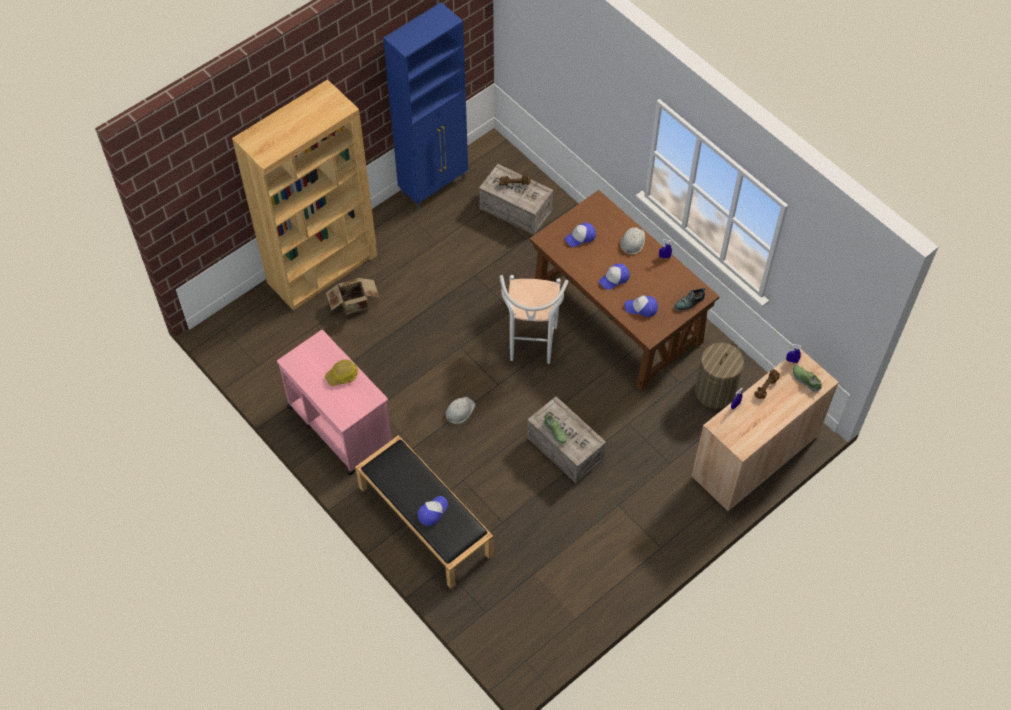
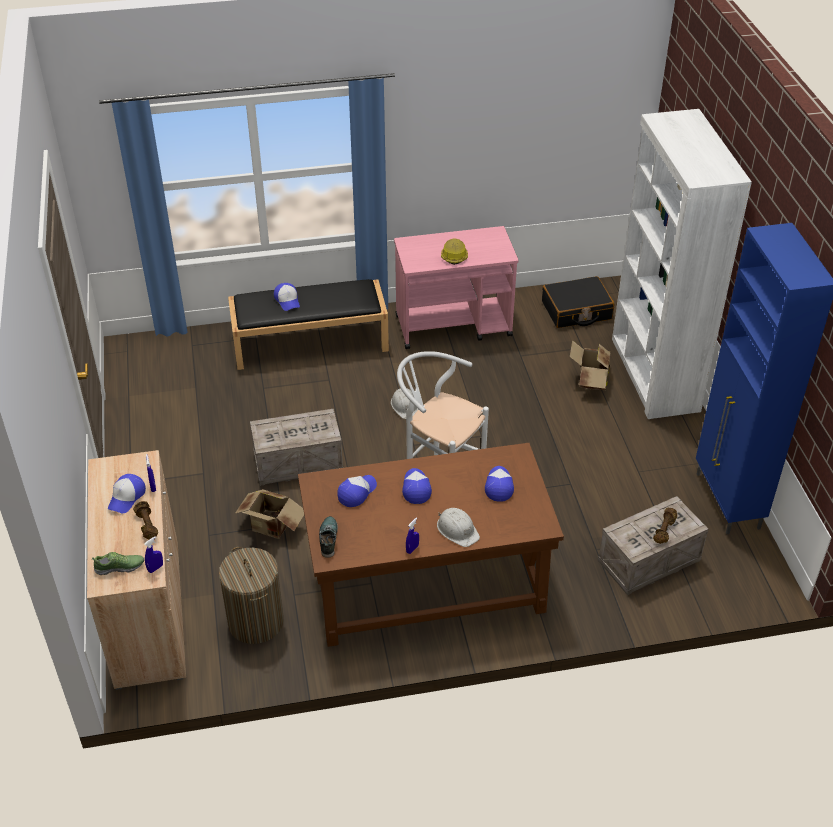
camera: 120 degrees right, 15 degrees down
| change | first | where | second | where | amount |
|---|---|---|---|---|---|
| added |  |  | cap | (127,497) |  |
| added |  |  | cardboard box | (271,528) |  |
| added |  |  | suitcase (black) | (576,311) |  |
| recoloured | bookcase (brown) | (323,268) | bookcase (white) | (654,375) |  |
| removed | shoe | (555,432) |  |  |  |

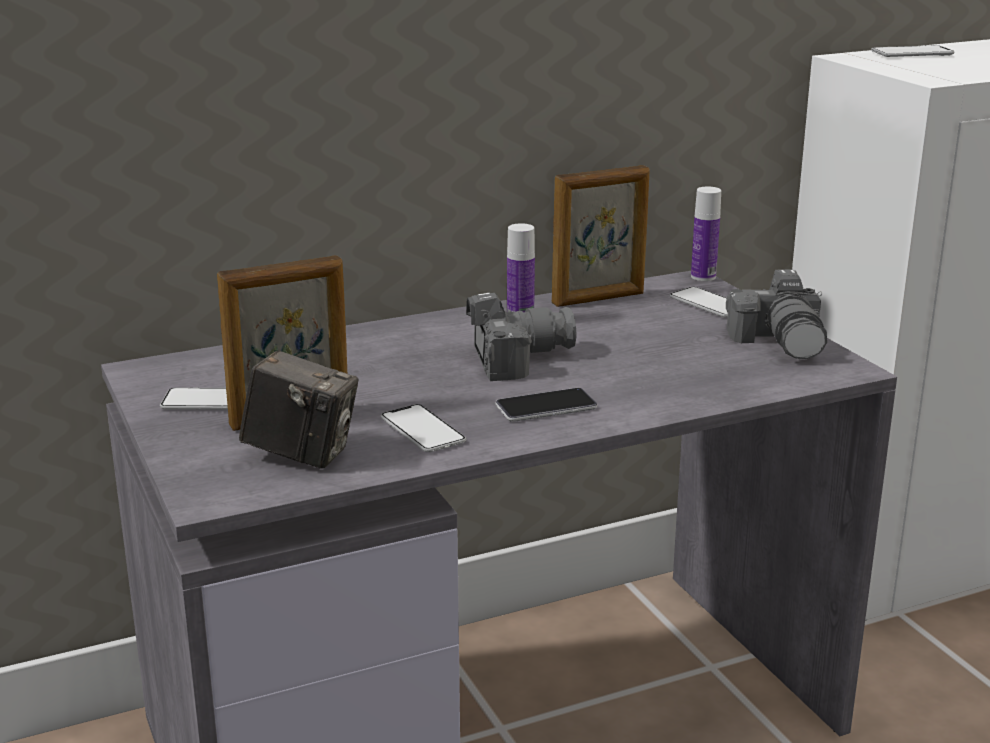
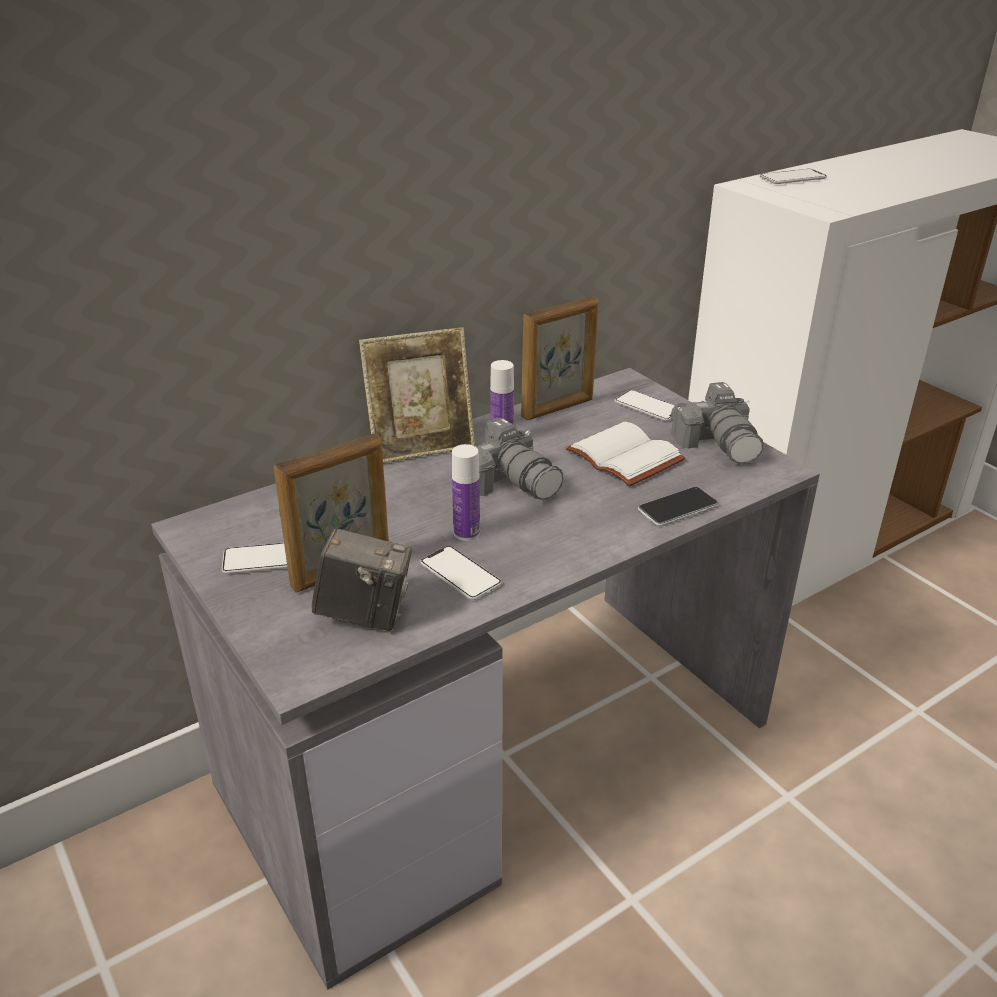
camera: 10 degrees left, 10 degrees up
| change | first | where | second | where | amount |
|---|---|---|---|---|---|
| added |  |  | picture frame | (421,447) |  |
| moved | bottle | (703,277) |  | (466,533) |  |
| turned | photo camera | (515,358) |  | (511,482) | 75 degrees clockwise |
| added |  |  | book (white) | (621,457) |  |
| moved | phone | (546,407) |  | (678,508) |  |

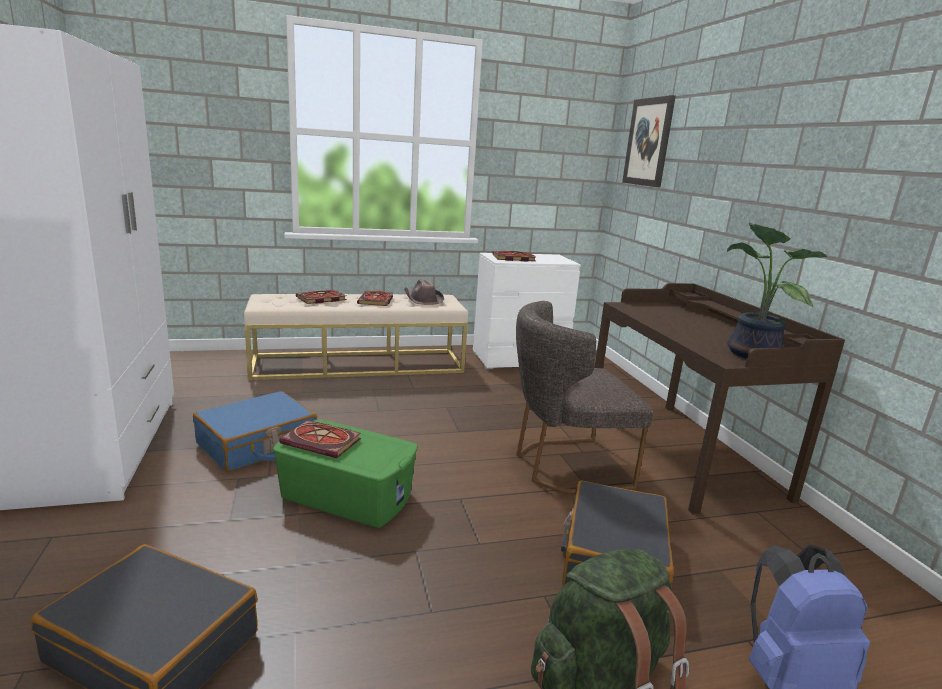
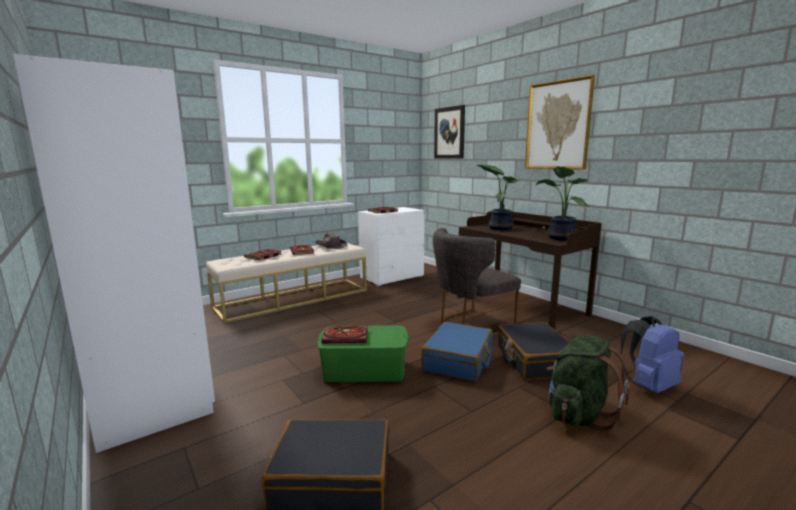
camera: 20 degrees left, 5 degrees down
| change | first | where | second | where | amount |
|---|---|---|---|---|---|
| moved | suitcase (blue) | (258,444) |  | (458,361) |  |
| added |  |  | potted plant | (500,228) |  |
| added |  |  | picture | (558,125) |  |

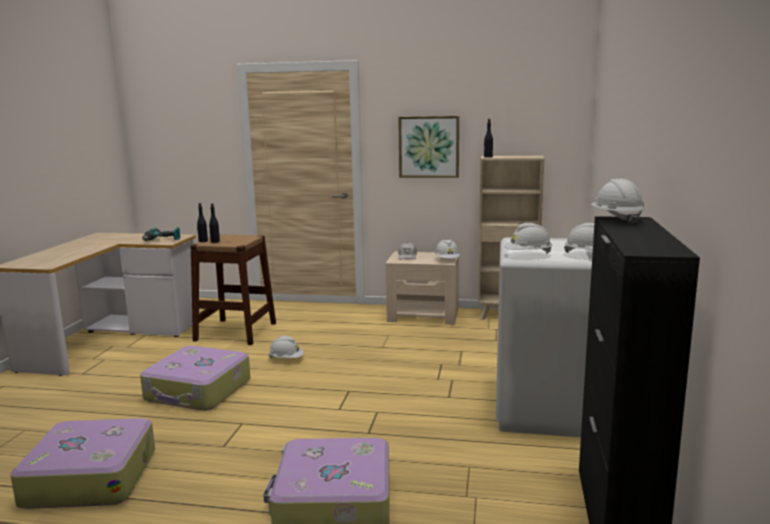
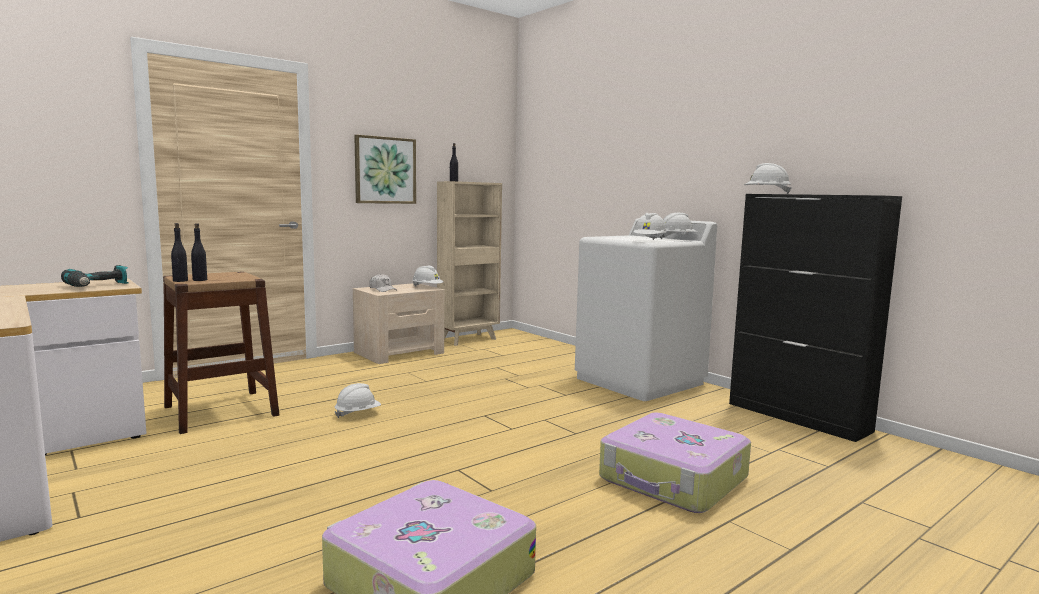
camera: 50 degrees left, 5 degrees down
| change | first | where | second | where | amount |
|---|---|---|---|---|---|
| removed | suitcase | (198,391) |  |  |  |

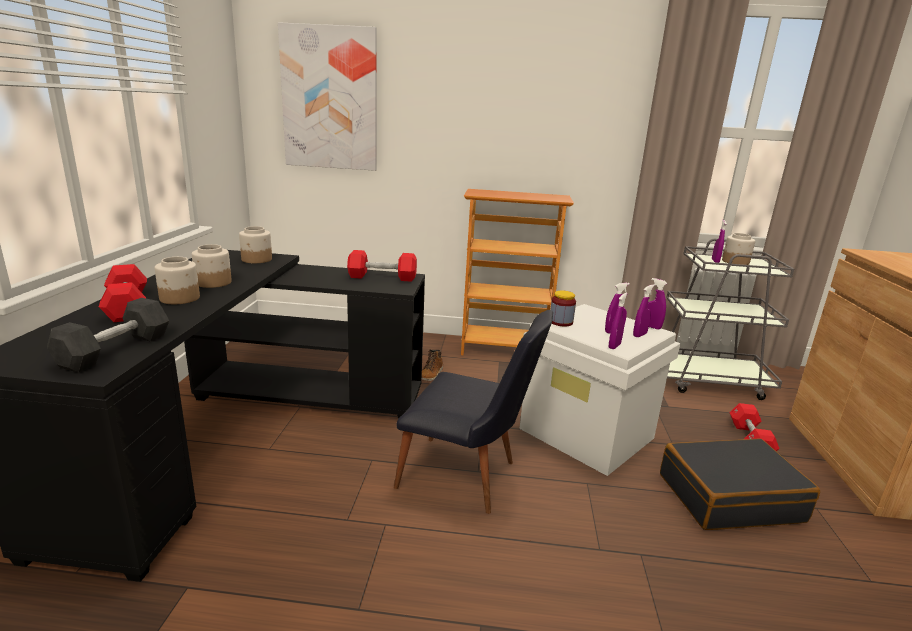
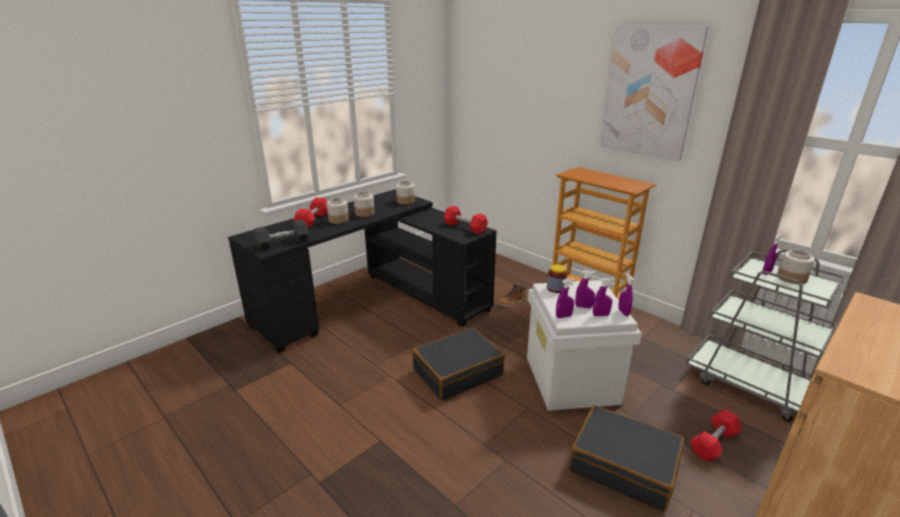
camera: 40 degrees right, 5 degrees up
| change | first | where | second | where | amount |
|---|---|---|---|---|---|
| replaced | chair (black) | (468,478) | suitcase (black) | (457,372) |  |
| moved | picture | (330,99) |  | (649,92) |  |

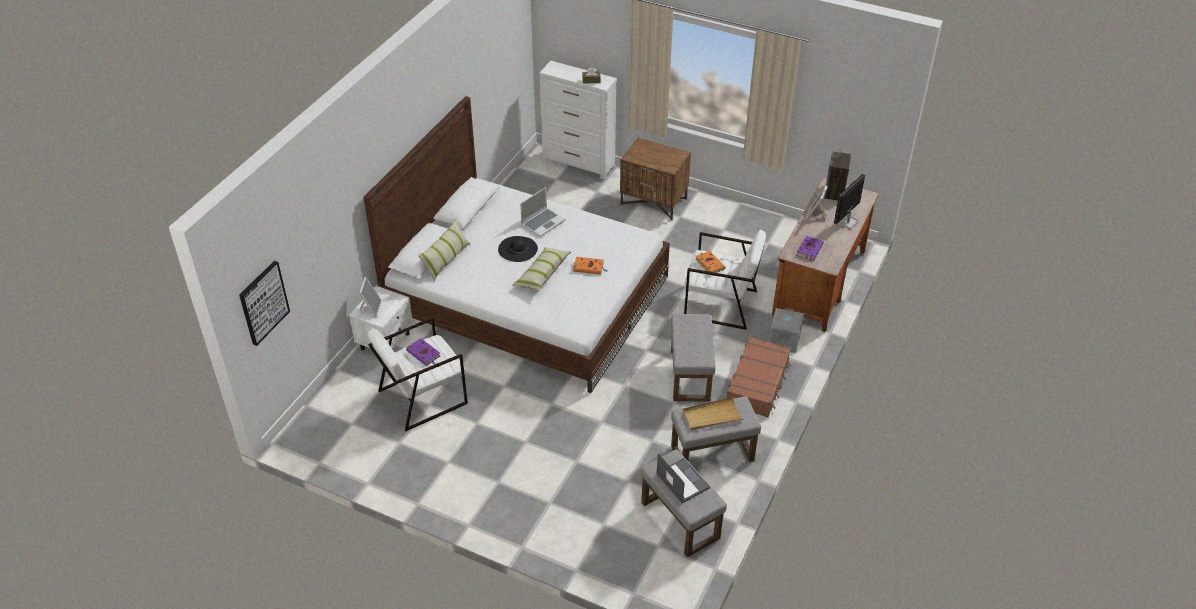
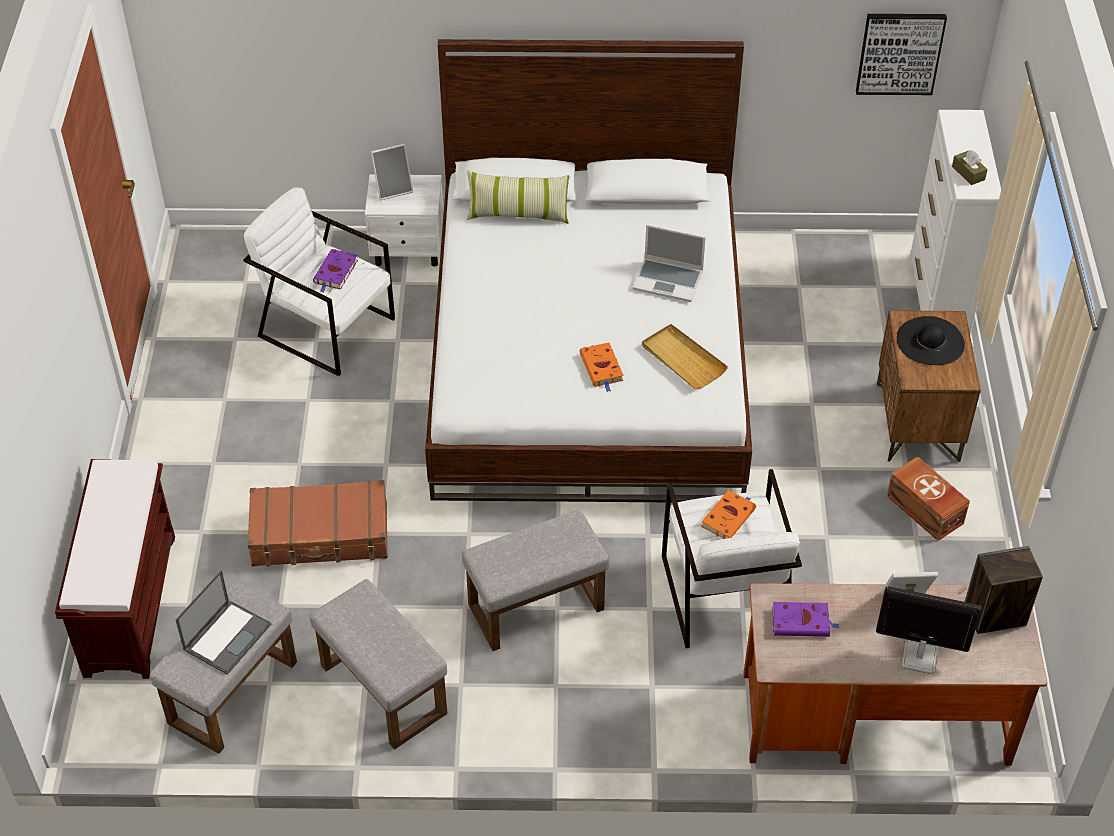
camera: 65 degrees right, 5 degrees up
| change | first | where | second | where | amount |
|---|---|---|---|---|---|
| added |  |  | bench (brown) | (130,603) |  |
| moved | suitcase (brown) | (758,383) |  | (320,535) |  |
| moved | tray (beige) | (711,416) |  | (682,359) |  |
| moved | picture | (263,302) |  | (900,53) |  |
| added |  |  | storage box (brown) | (925,511) |  |
| moved | hat (black) | (518,249) |  | (930,341) |  |
| removed | pillow | (542,274) |  |  |  |
| removed | storage box (grey) | (784,340) |  |  |  |

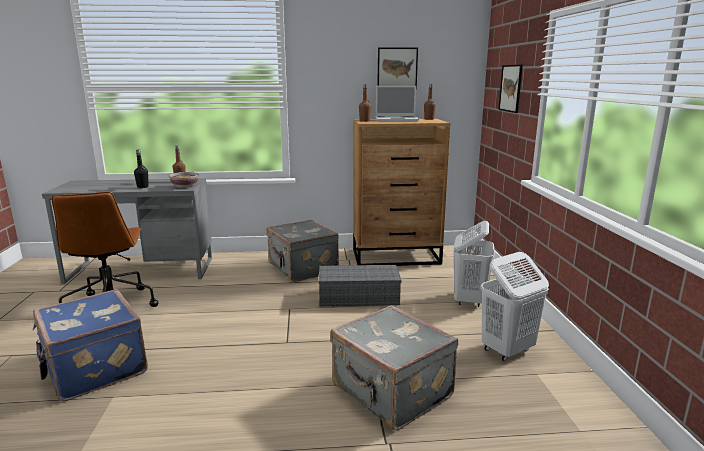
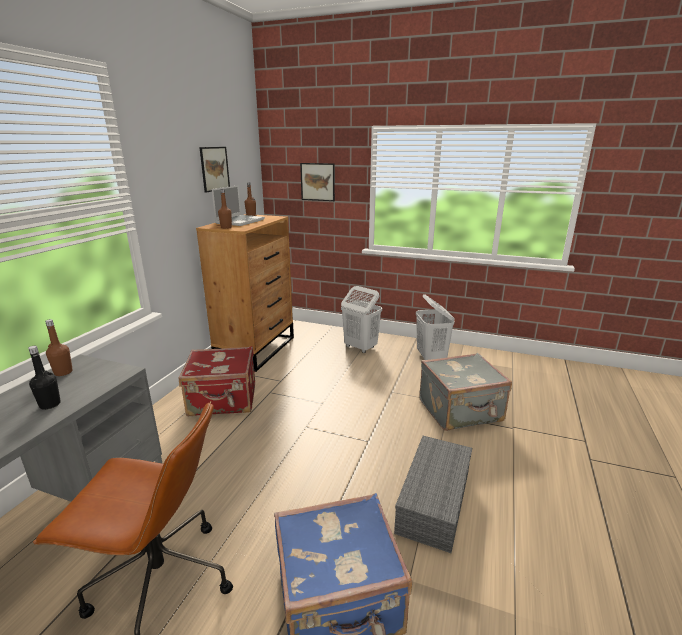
camera: 65 degrees left, 5 degrees up
| change | first | where | second | where | amount |
|---|---|---|---|---|---|
| recoloured | suitcase (grey) | (302,268) | suitcase (red) | (223,400) |  |
| moved | storage box (grey) | (360,296) |  | (433,500) |  |
| removed | bowl | (185,186) |  |  |  |

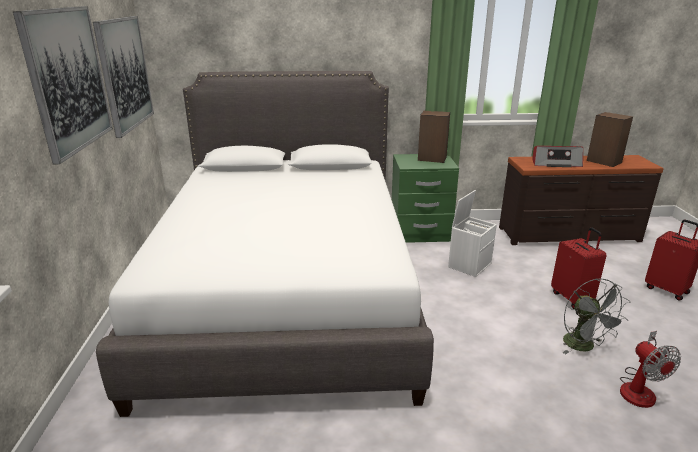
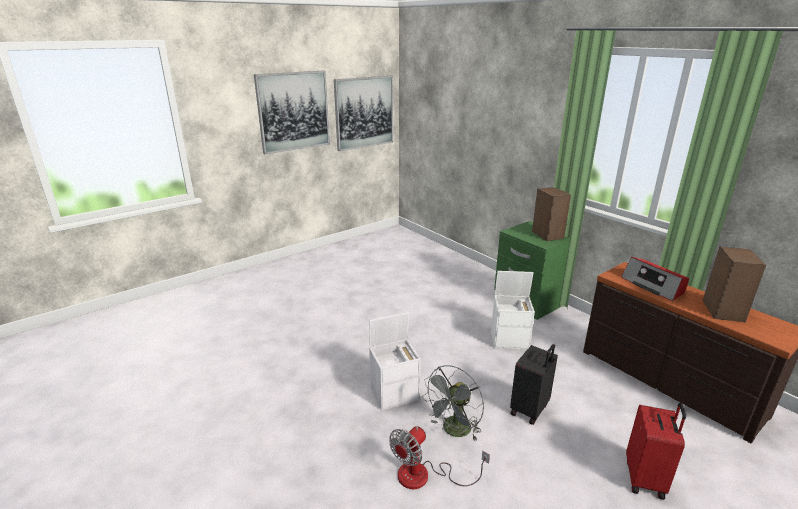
camera: 55 degrees right, 0 degrees up
| change | first | where | second | where | amount |
|---|---|---|---|---|---|
| added |  |  | storage box (white) | (395,393) |  |
| recoloured | suitcase (red) | (572,298) | suitcase (black) | (530,410) |  |
| removed | bed (white) | (287,293) |  |  |  |

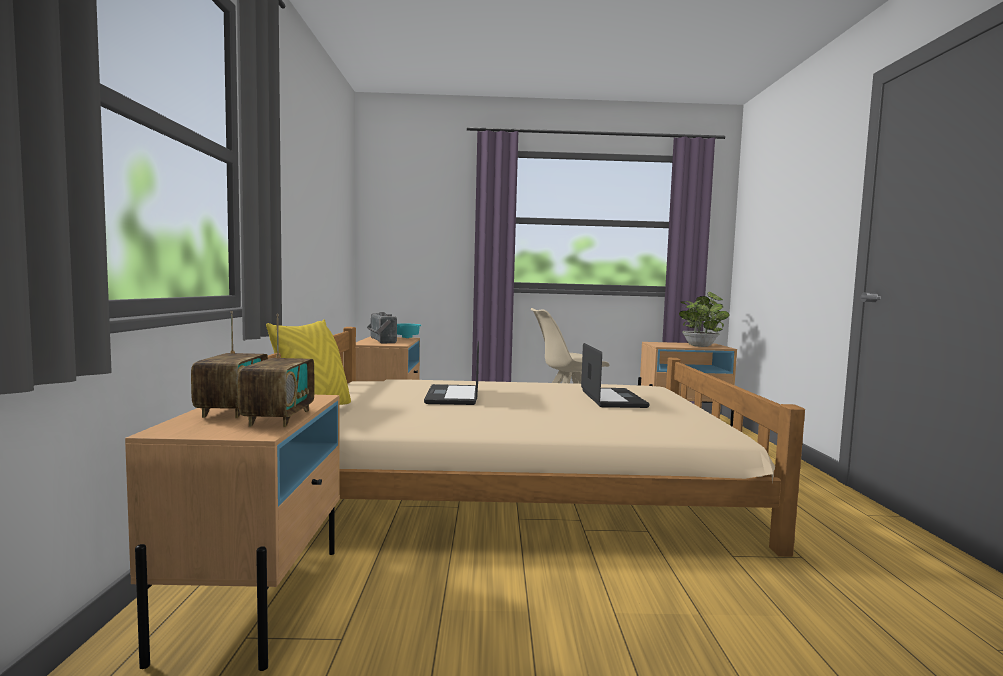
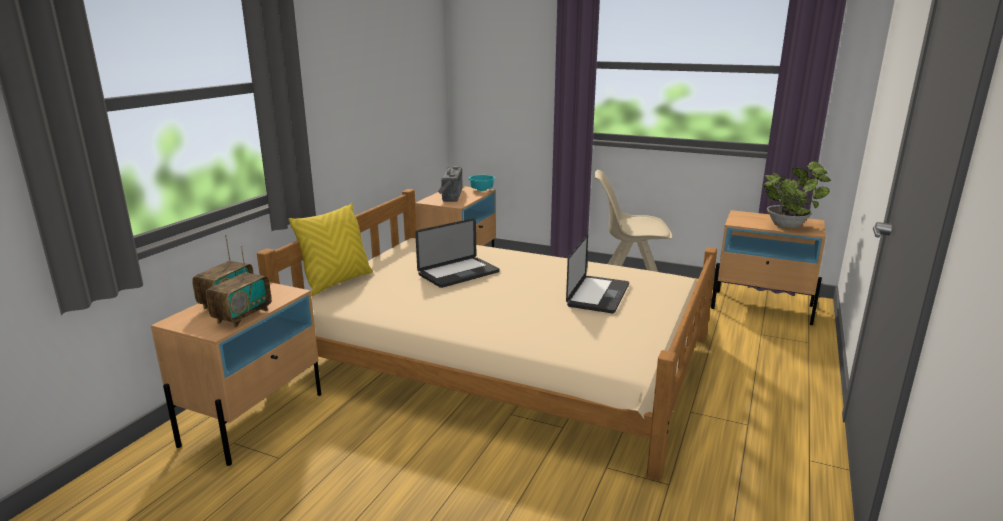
camera: 25 degrees right, 15 degrees up
| change | first | where | second | where | amount |
|---|---|---|---|---|---|
| turned | laptop | (453,396) |  | (459,273) | 150 degrees counterclockwise |

